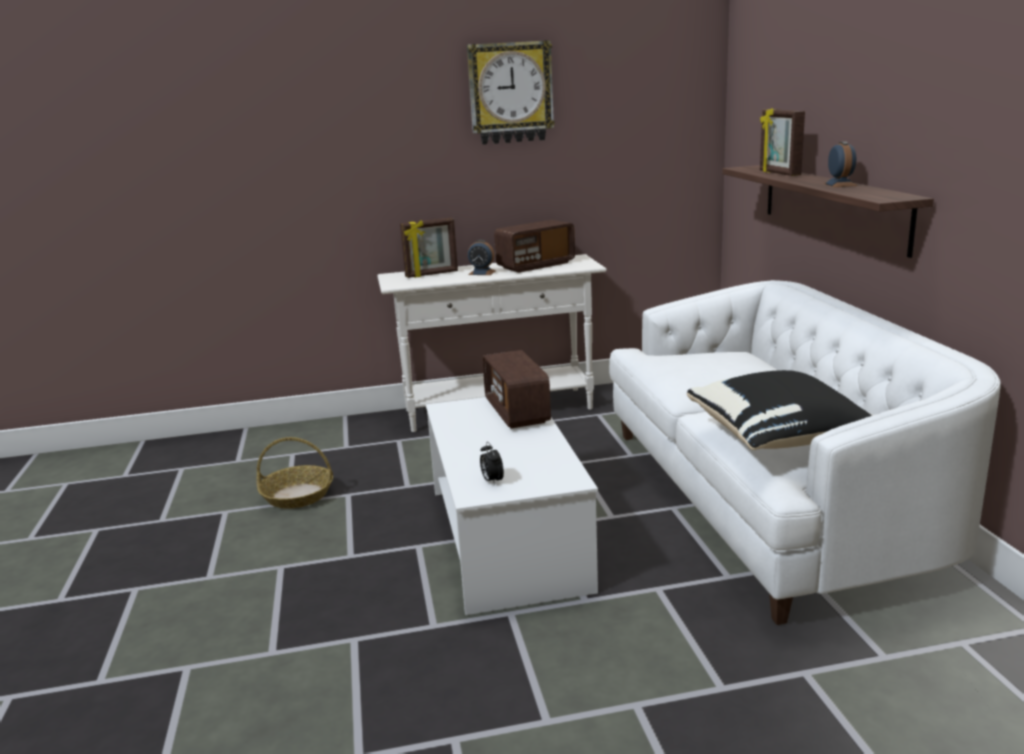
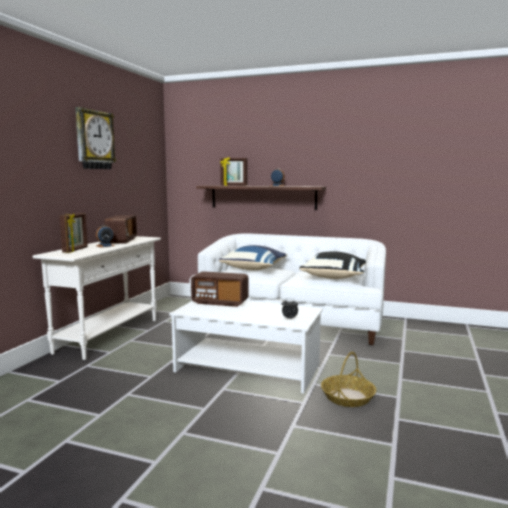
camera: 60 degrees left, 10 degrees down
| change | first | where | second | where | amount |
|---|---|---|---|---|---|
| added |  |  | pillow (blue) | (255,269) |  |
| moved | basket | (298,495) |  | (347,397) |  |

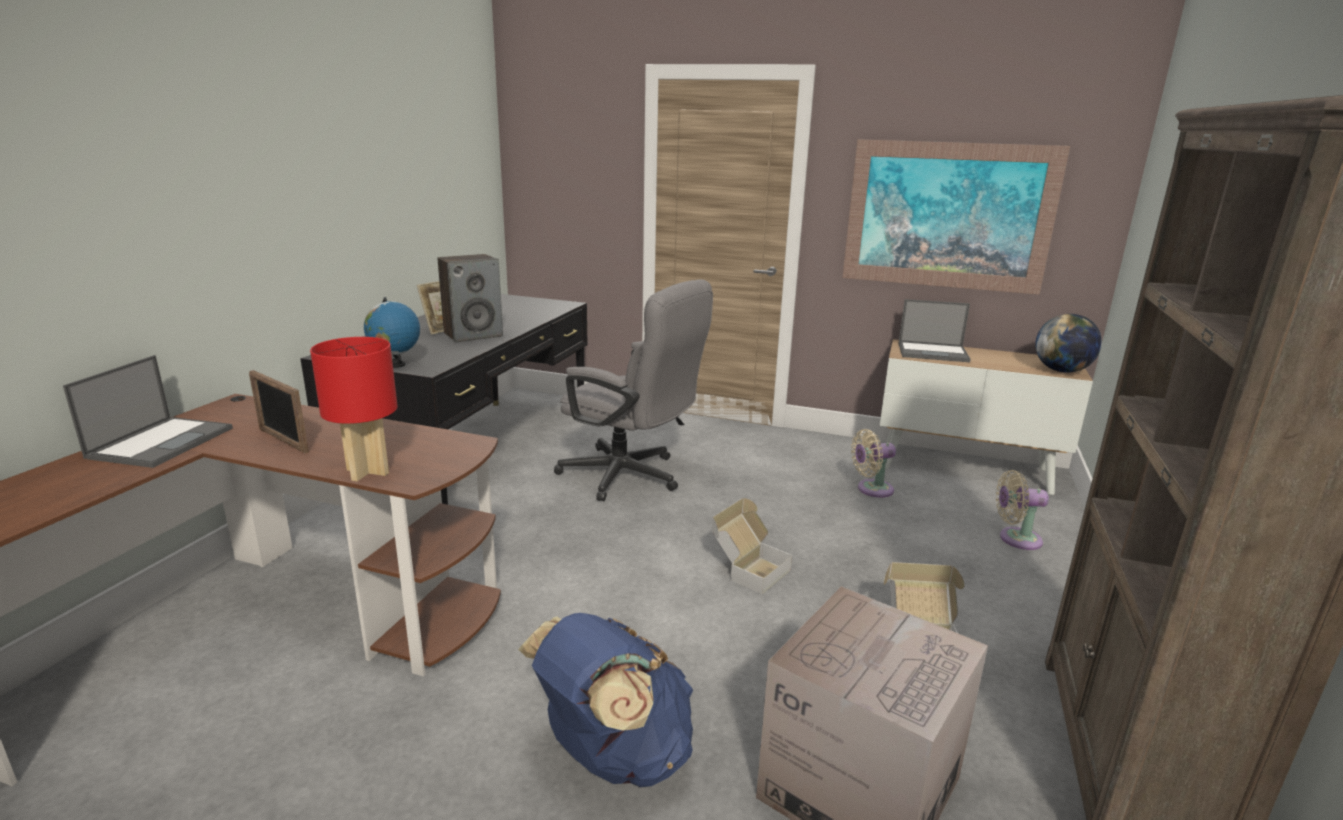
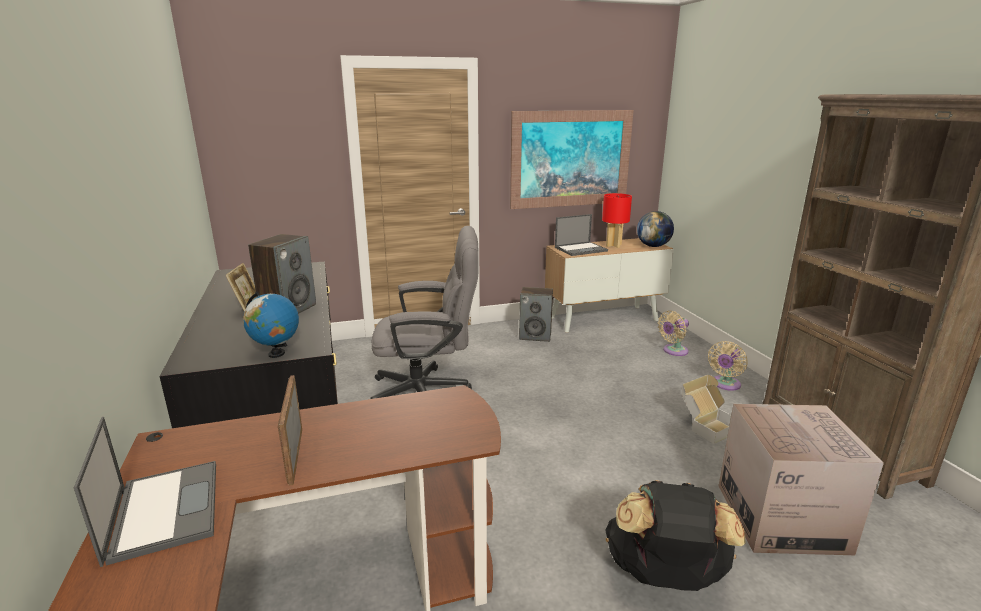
camera: 35 degrees left, 0 degrees up
| change | first | where | second | where | amount |
|---|---|---|---|---|---|
| turned | picture frame | (283,440) |  | (295,455) | 75 degrees clockwise |
| added |  |  | speaker | (535,336) |  |
| moved | table lamp (red) | (368,471) |  | (613,245) |  |
| recoloured | backpack (blue) | (613,755) | backpack (black) | (664,576) |  |
| moved | fan (beige) | (871,489) |  | (725,385) |  |
| removed | cardboard box | (748,569) |  |  |  |

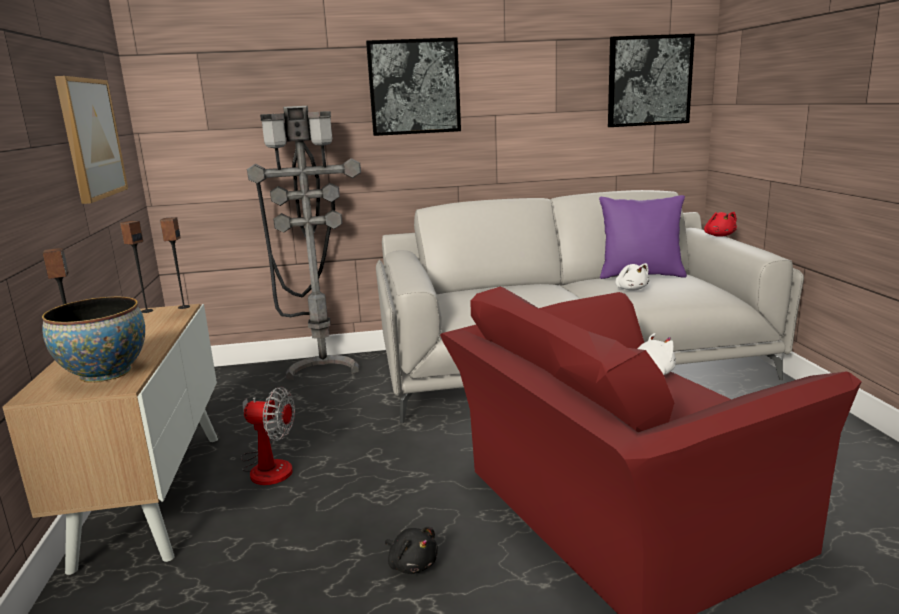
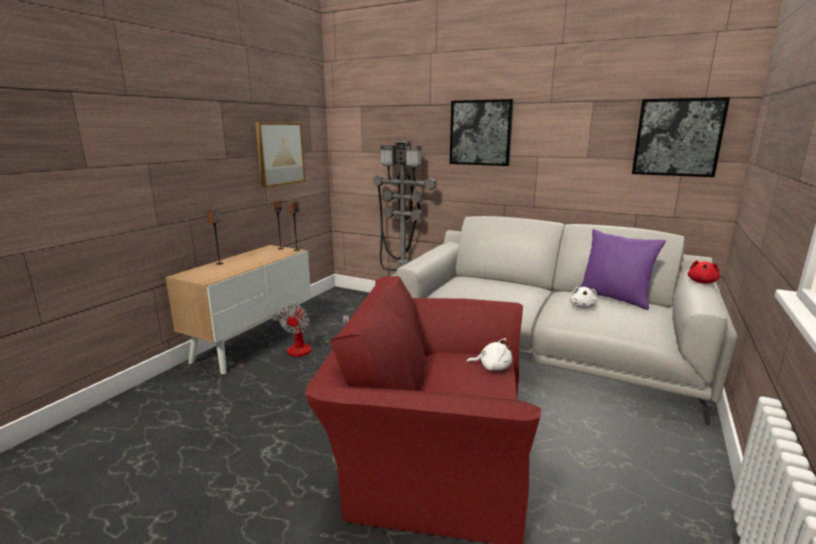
camera: 35 degrees right, 0 degrees up
| change | first | where | second | where | amount |
|---|---|---|---|---|---|
| turned | fan | (268,466) |  | (308,348) | 45 degrees clockwise |
| removed | bowl | (105,373) |  |  |  |
| removed | plush toy (black) | (412,564) |  |  |  |

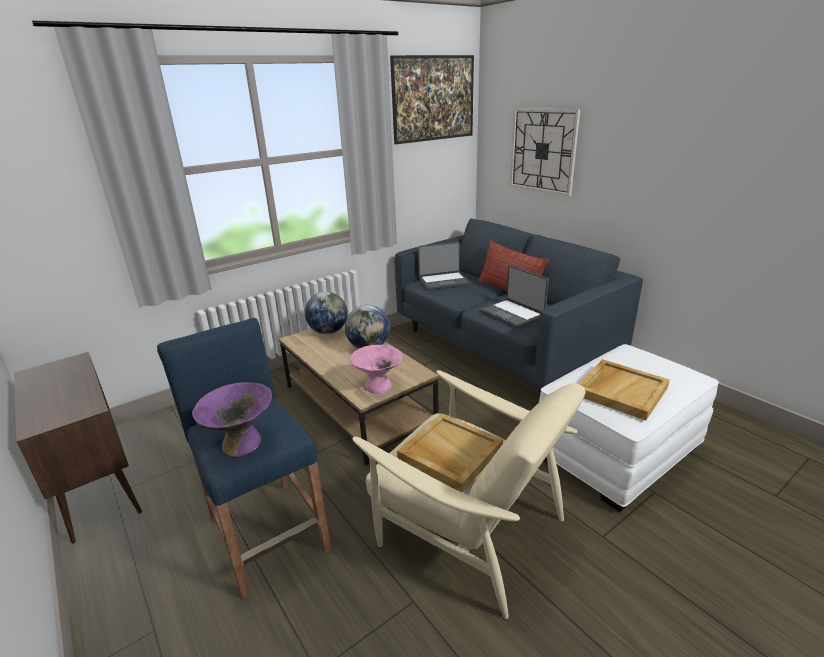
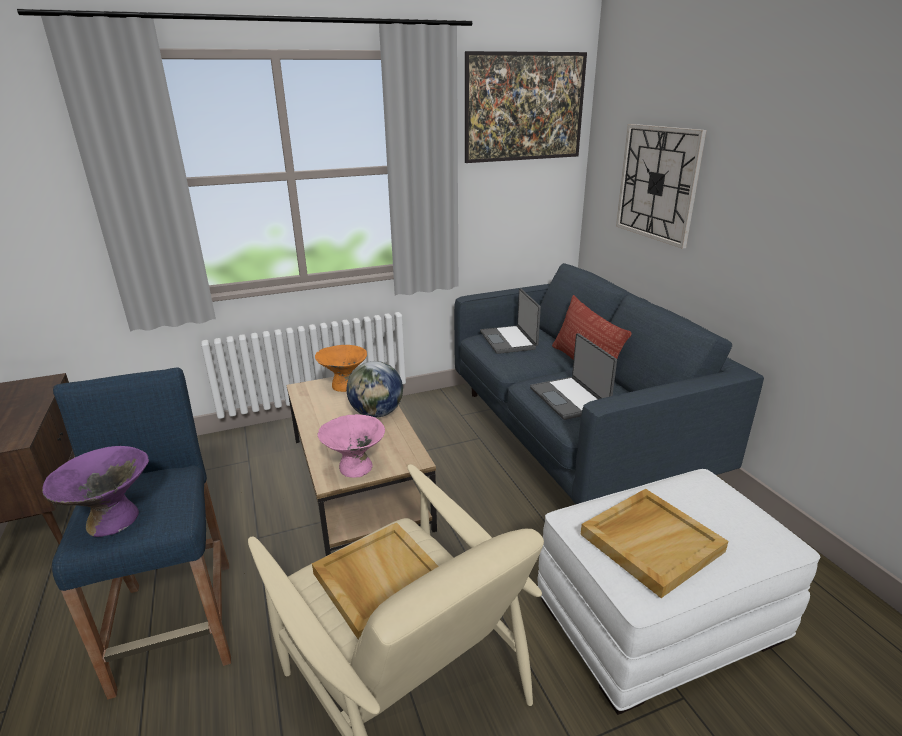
camera: 15 degrees right, 0 degrees up
| change | first | where | second | where | amount |
|---|---|---|---|---|---|
| replaced | globe | (328,331) | bowl (orange) | (344,385) |  |
| turned | laptop | (443,281) |  | (509,340) | 75 degrees clockwise |

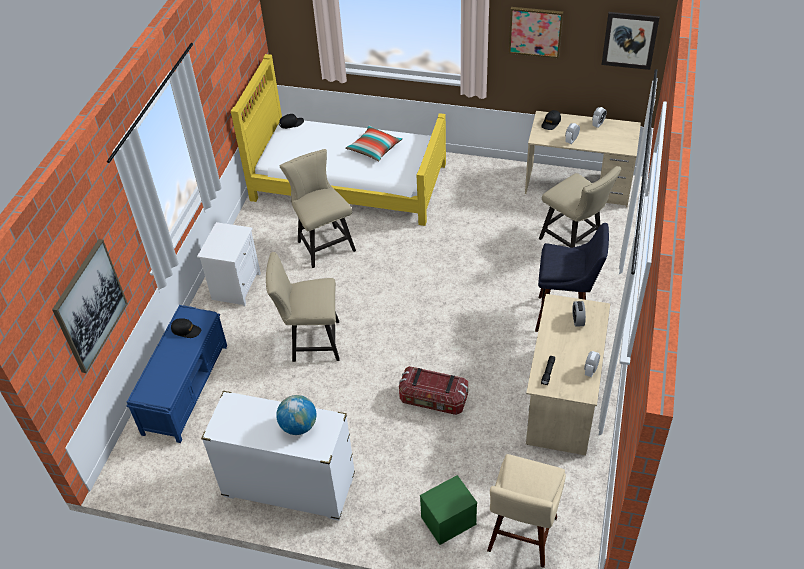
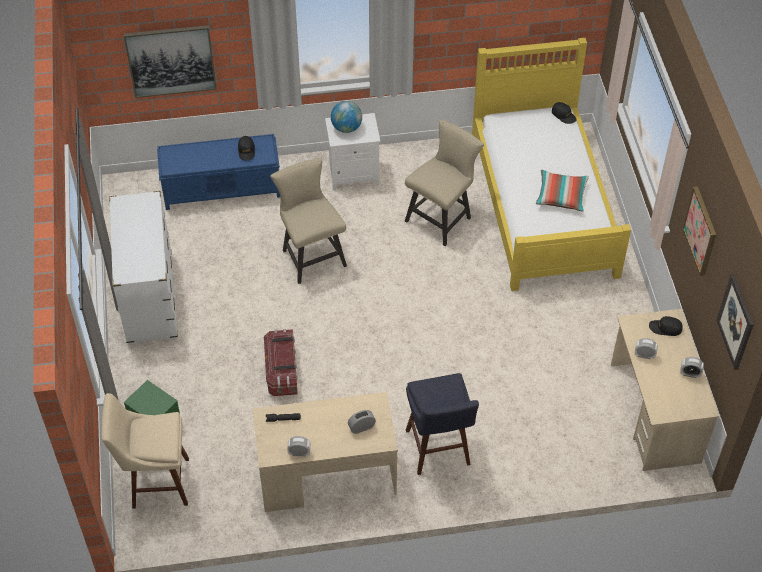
camera: 65 degrees right, 5 degrees up
| change | first | where | second | where | amount |
|---|---|---|---|---|---|
| moved | globe | (298,426) |  | (346,128) |  |
| removed | chair (beige) | (574,241) |  |  |  |

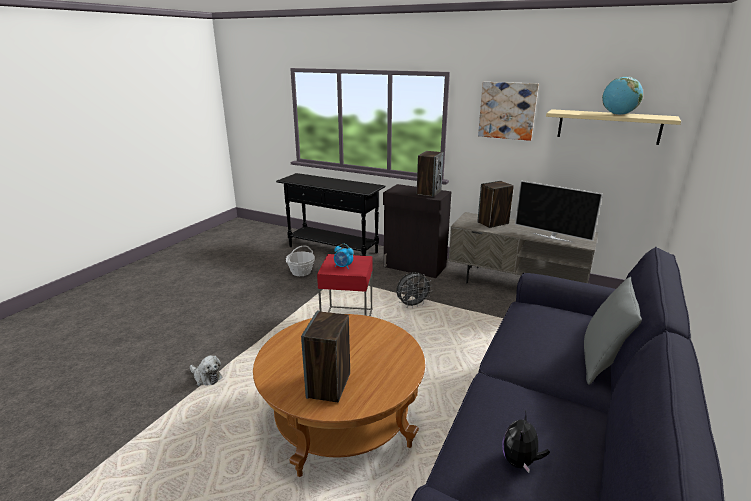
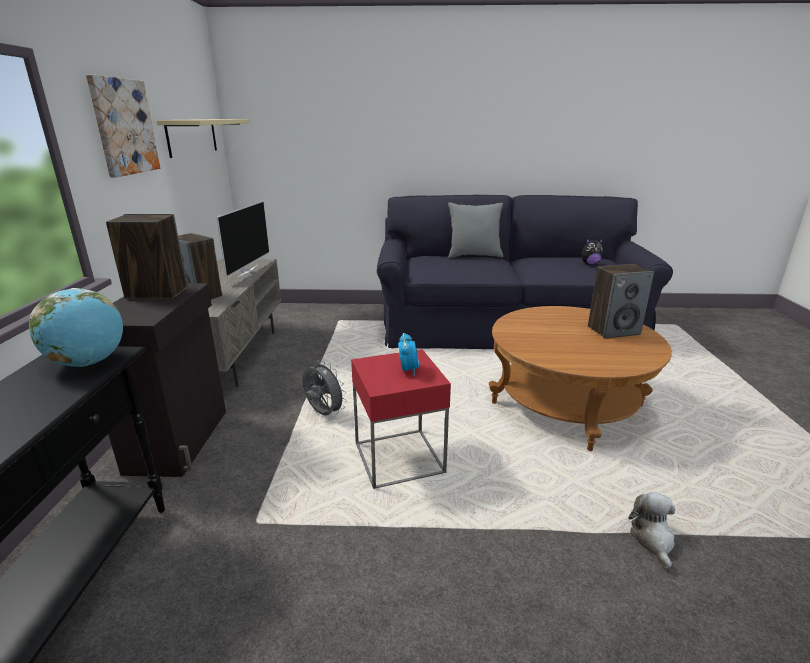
camera: 115 degrees left, 0 degrees up
| change | first | where | second | where | amount |
|---|---|---|---|---|---|
| moved | globe | (618,114) |  | (89,363) |  |
| removed | basket | (301,272) |  |  |  |

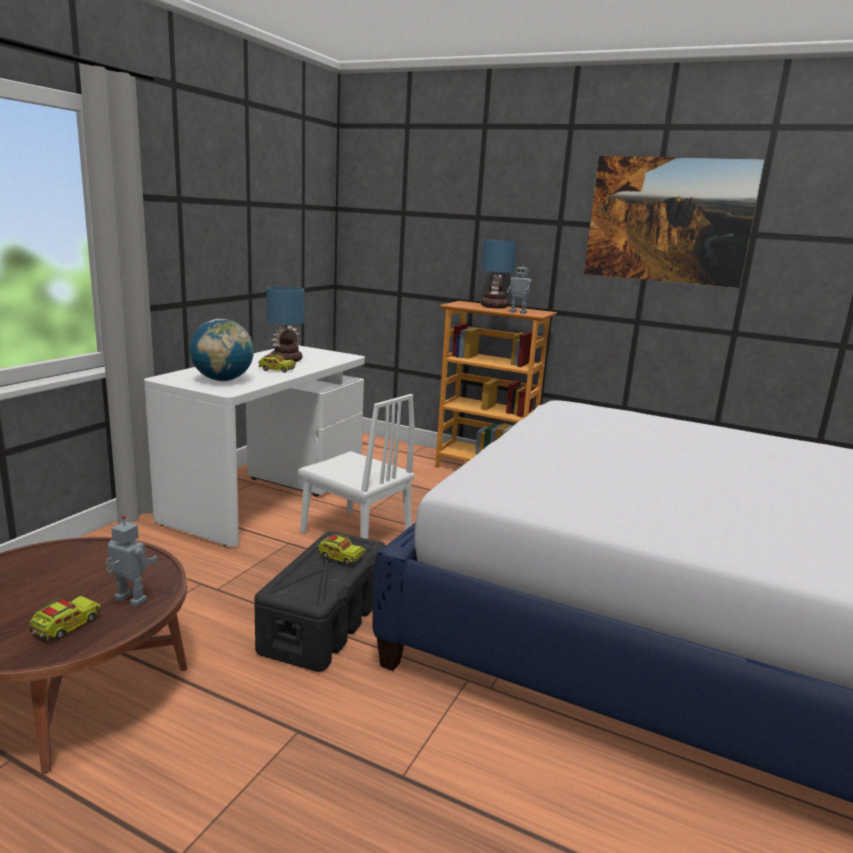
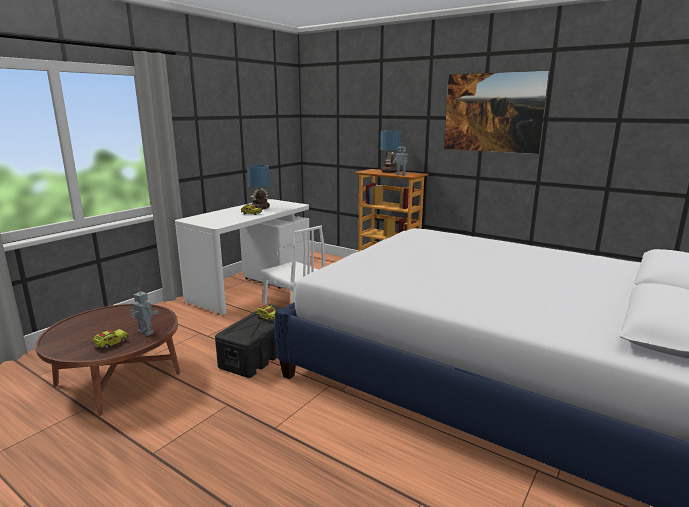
camera: 10 degrees right, 0 degrees up
| change | first | where | second | where | amount |
|---|---|---|---|---|---|
| removed | globe | (223,380) |  |  |  |

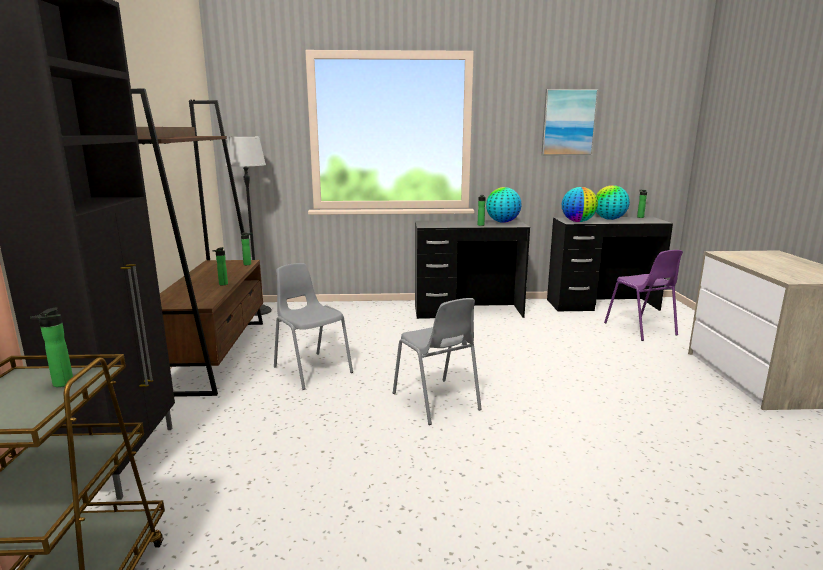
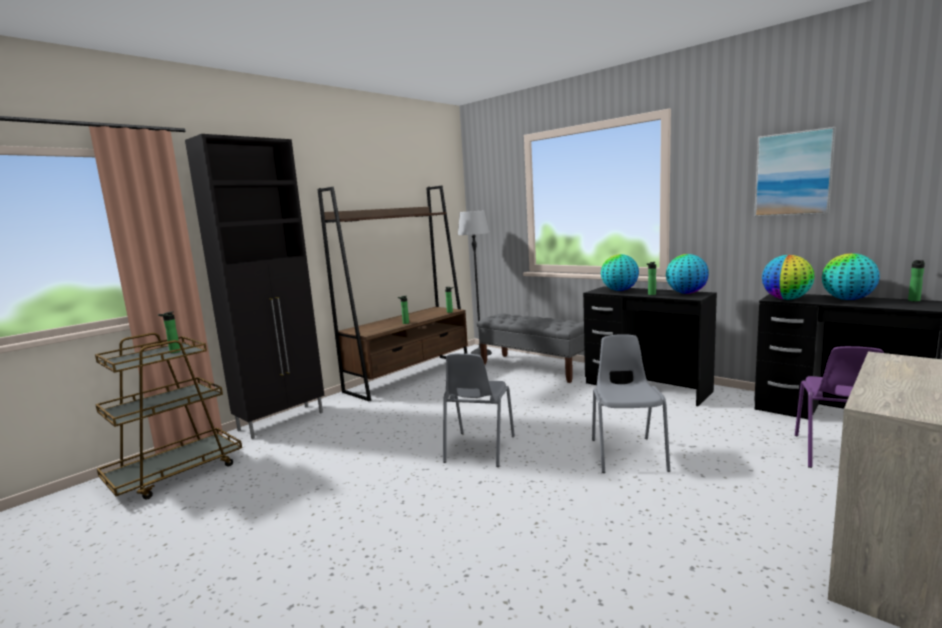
camera: 45 degrees right, 5 degrees down
| change | first | where | second | where | amount |
|---|---|---|---|---|---|
| added |  |  | bench (grey) | (534,368) |  |
| moved | chair (grey) | (312,369) |  | (627,454) |  |
| added |  |  | globe | (619,290) |  |

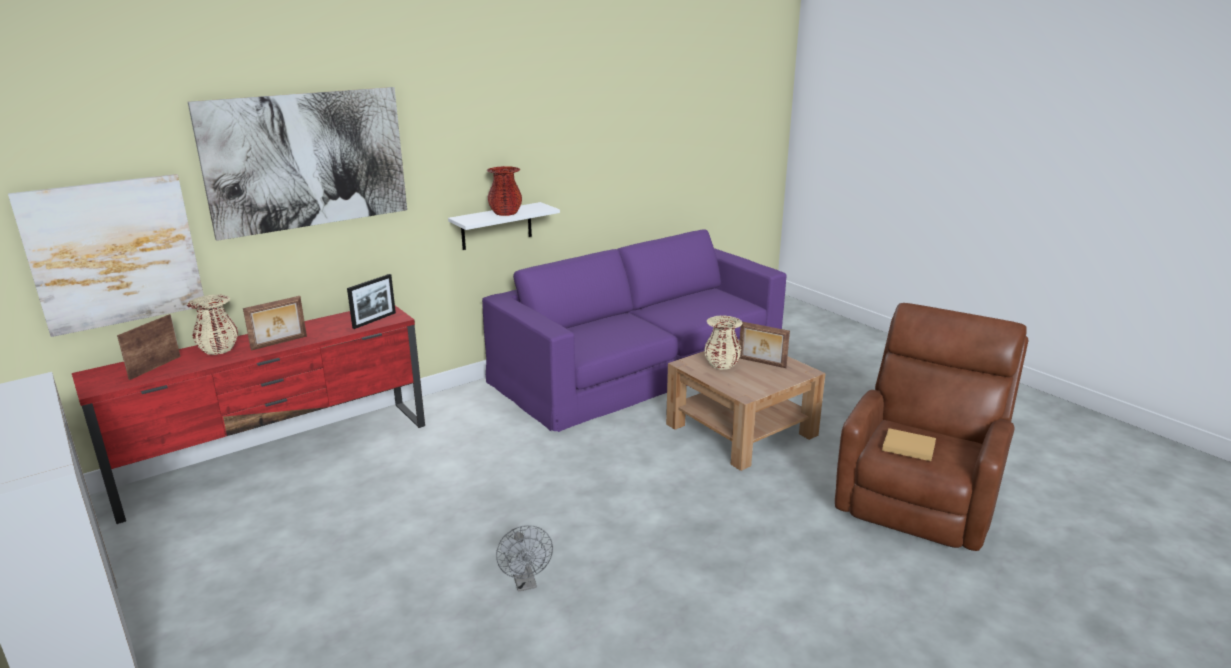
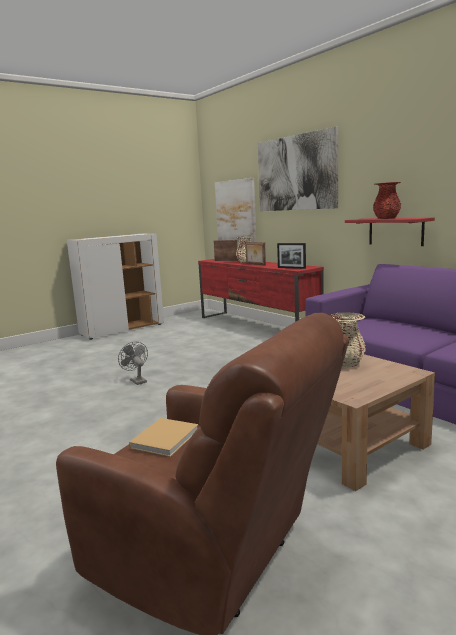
camera: 90 degrees right, 10 degrees down
| change | first | where | second | where | amount |
|---|---|---|---|---|---|
| turned | fan (grey) | (525,583) |  | (136,380) | 75 degrees clockwise |
| recoloured | shelf (white) | (496,226) | shelf (red) | (395,231) |  |
| removed | picture frame | (761,363) |  |  |  |

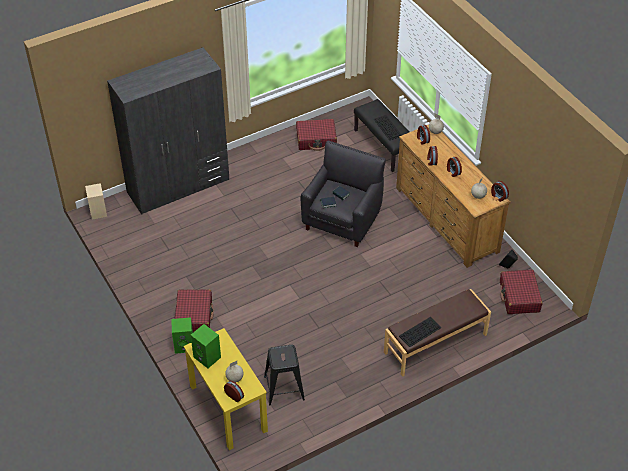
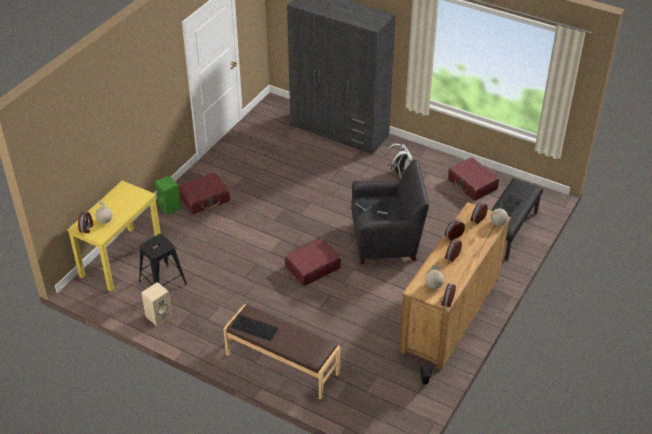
camera: 60 degrees right, 5 degrees down
| change | first | where | second | where | amount |
|---|---|---|---|---|---|
| moved | speaker (beige) | (98,211) |  | (159,315) |  |
| moved | suitcase (red) | (519,297) |  | (312,267) |  |
| added |  |  | backpack (white) | (400,174) |  |
| removed | speaker (green) | (208,357) |  |  |  |

